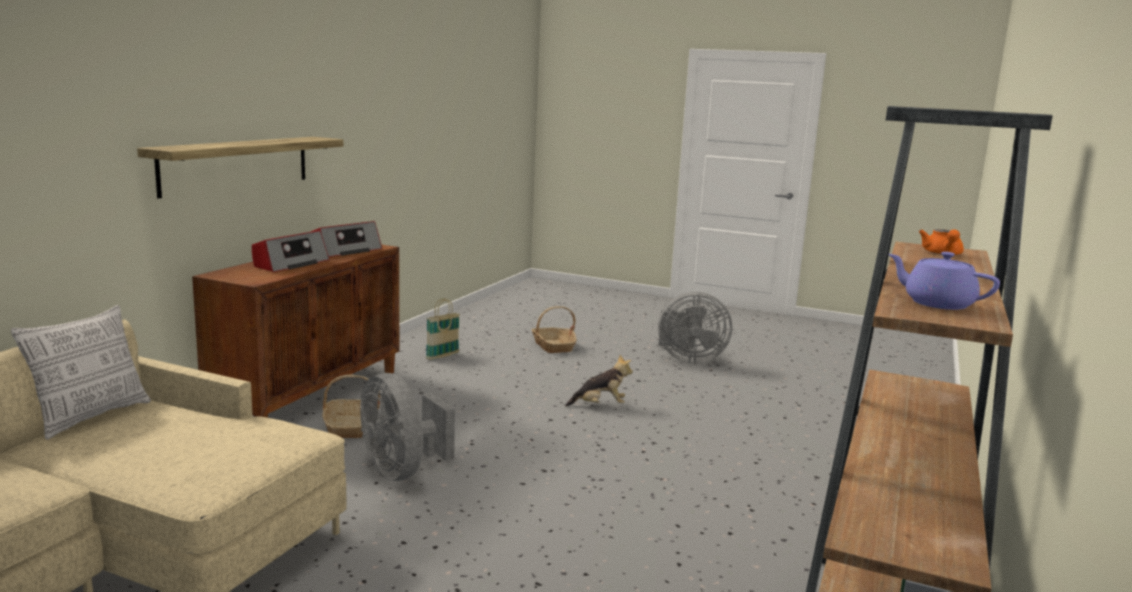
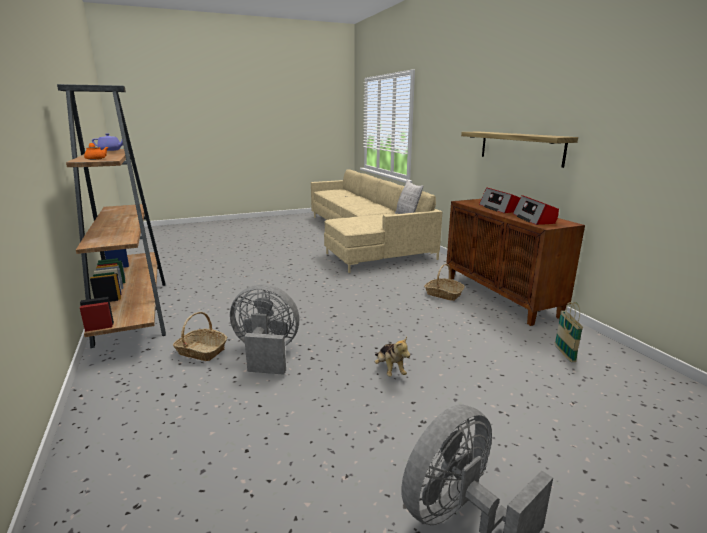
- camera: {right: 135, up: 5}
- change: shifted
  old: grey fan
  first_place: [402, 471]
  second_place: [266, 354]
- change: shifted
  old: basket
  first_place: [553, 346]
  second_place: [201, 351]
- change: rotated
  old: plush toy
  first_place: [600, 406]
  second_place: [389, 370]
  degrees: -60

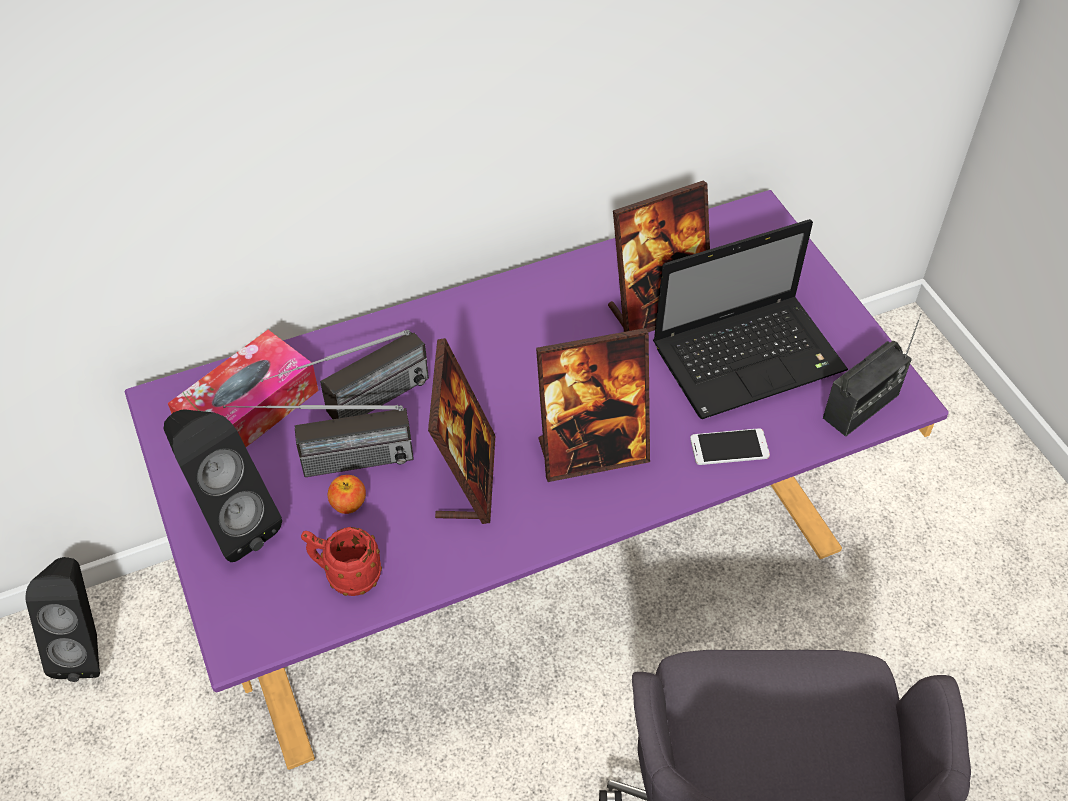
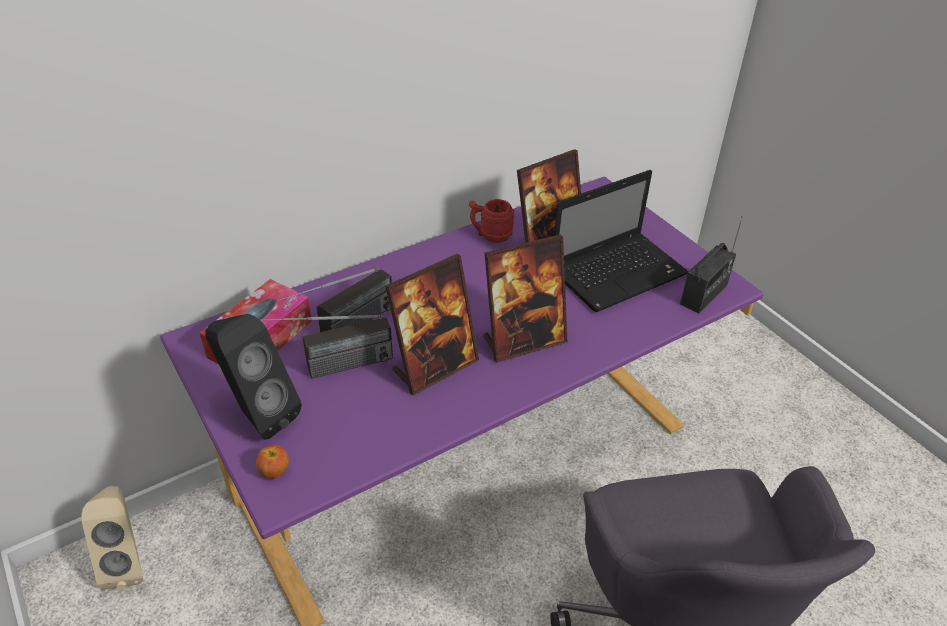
- camera: {right: -10, up: -10}
- change: gone
  old: phone
  first_place: [729, 447]
- change: shifted
  old: red mug
  first_place: [346, 576]
  second_place: [490, 235]
- change: shifted
  old: apple
  first_place: [348, 504]
  second_place: [274, 471]
- change: repainted
  old: black speaker
  new: beige speaker
  first_place: [86, 647]
  second_place: [129, 563]
- change: rotated
  old: picture frame
  first_place: [466, 478]
  second_place: [435, 367]
  degrees: 60

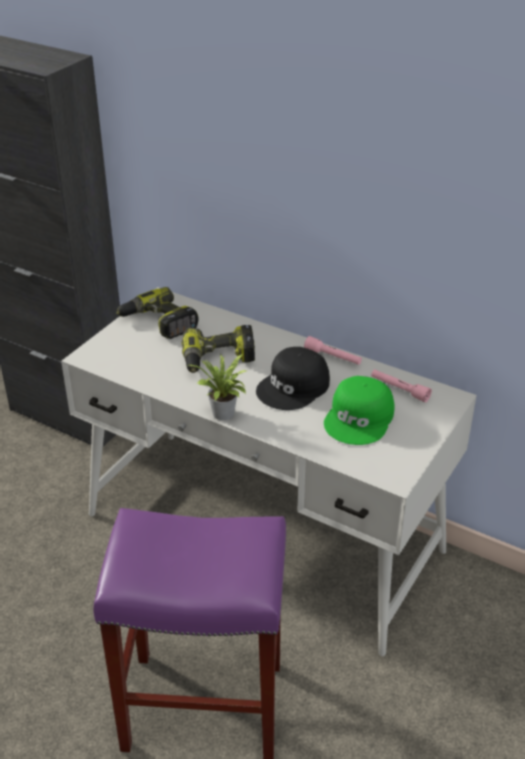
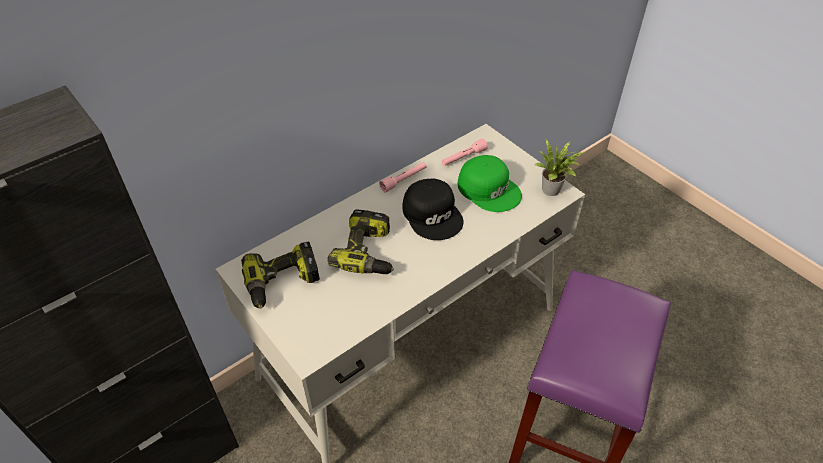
- camera: {right: -70, up: 10}
- change: shifted
  old: potted plant
  first_place: [223, 415]
  second_place: [553, 190]

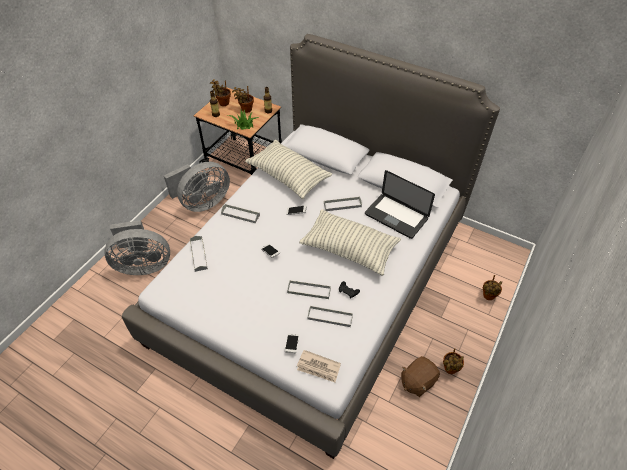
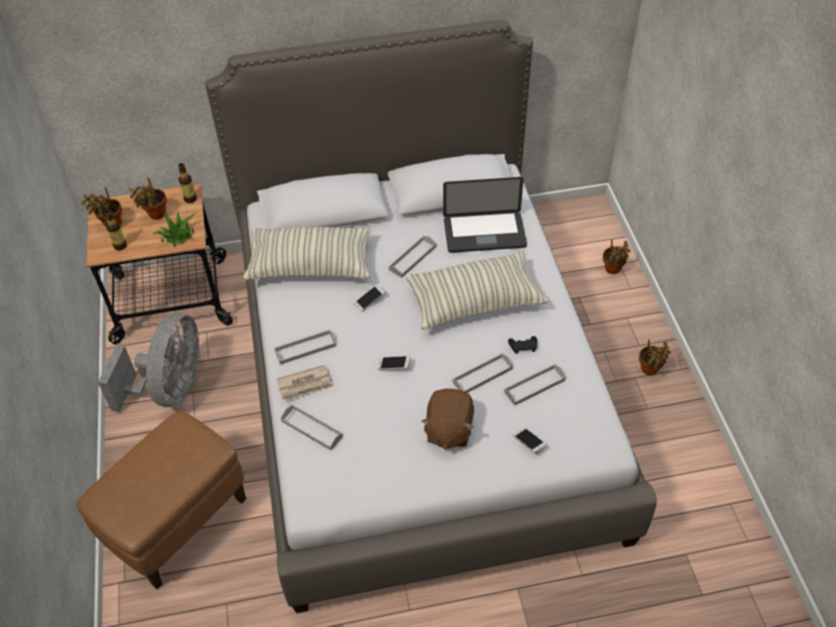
- camera: {right: -40, up: 0}
- change: shifted
  old: newspaper
  first_place: [318, 367]
  second_place: [305, 385]
- change: shifted
  old: brown plush toy
  first_place: [417, 381]
  second_place: [448, 430]
- change: swapped
  old: grey fan
  new: brown ottoman
  first_place: [143, 265]
  second_place: [178, 522]

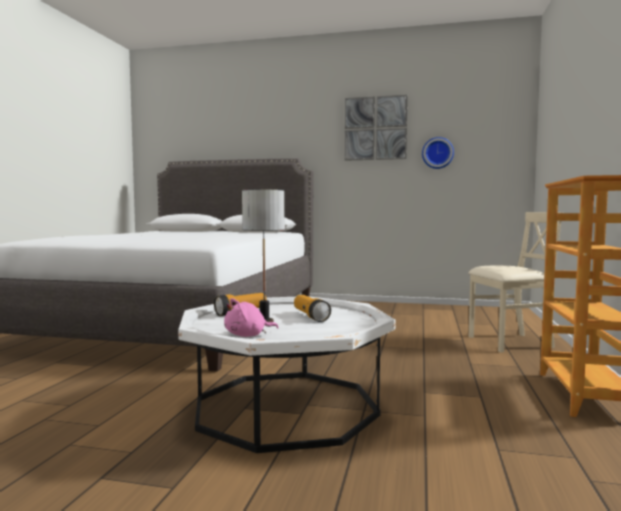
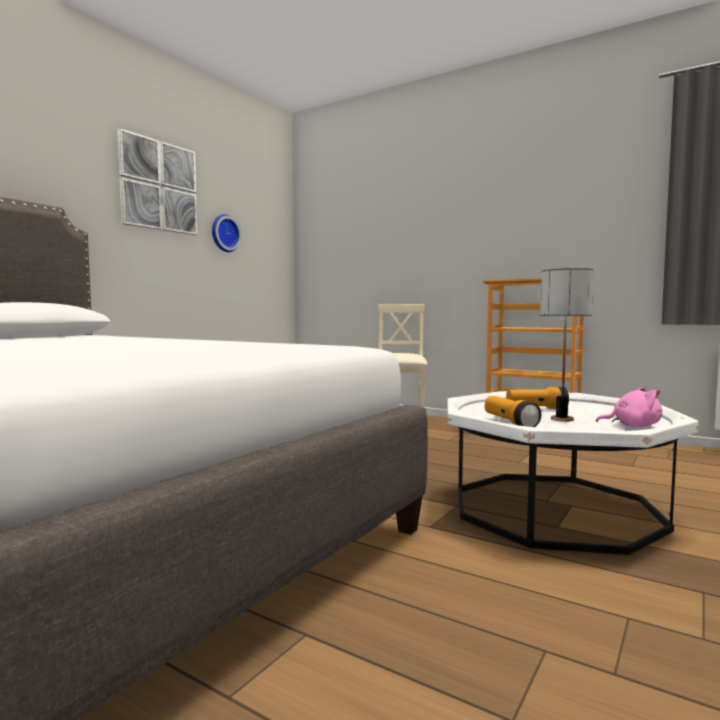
- camera: {right: -70, up: 0}
- change: rotated
  old: pink plush toy
  first_place: [248, 335]
  second_place: [632, 426]
  degrees: -75

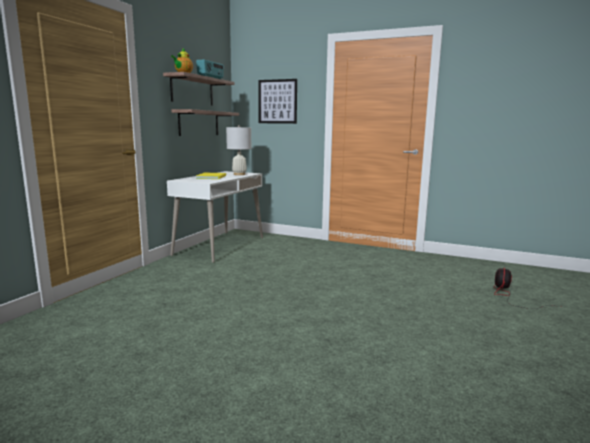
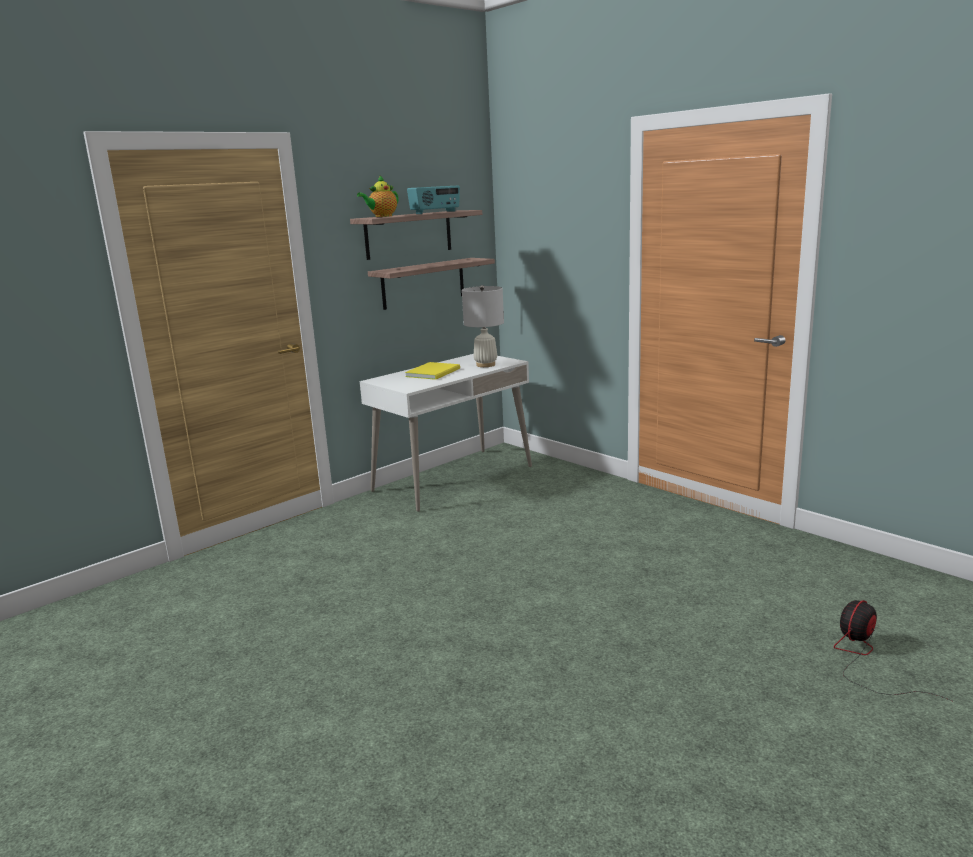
- camera: {right: 25, up: 5}
- change: gone
  old: picture
  first_place: [277, 101]

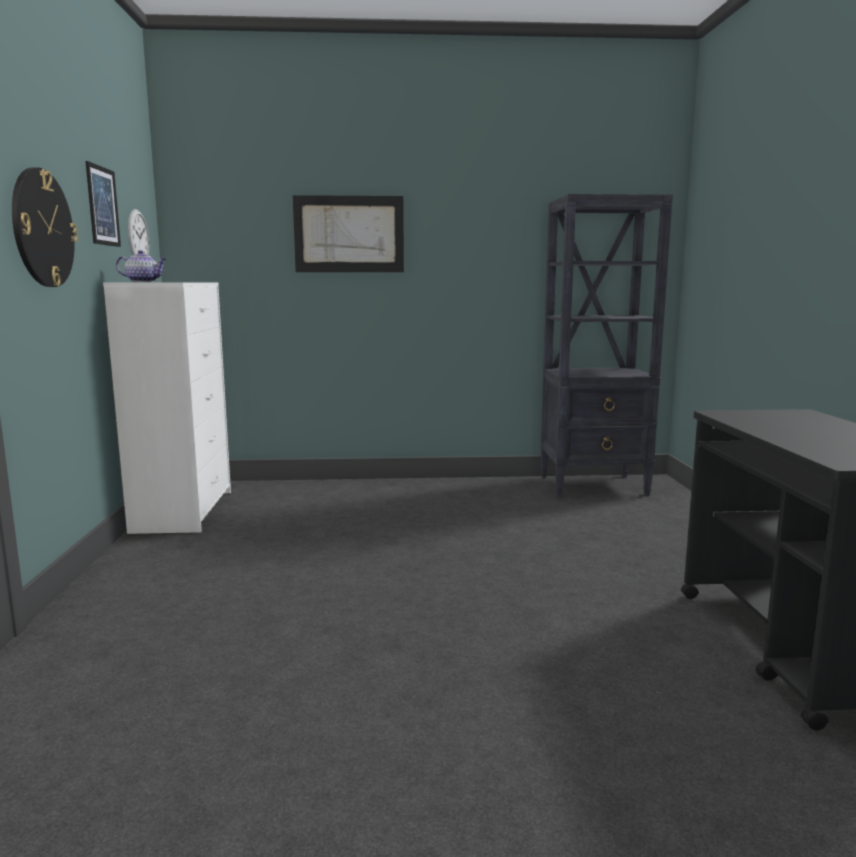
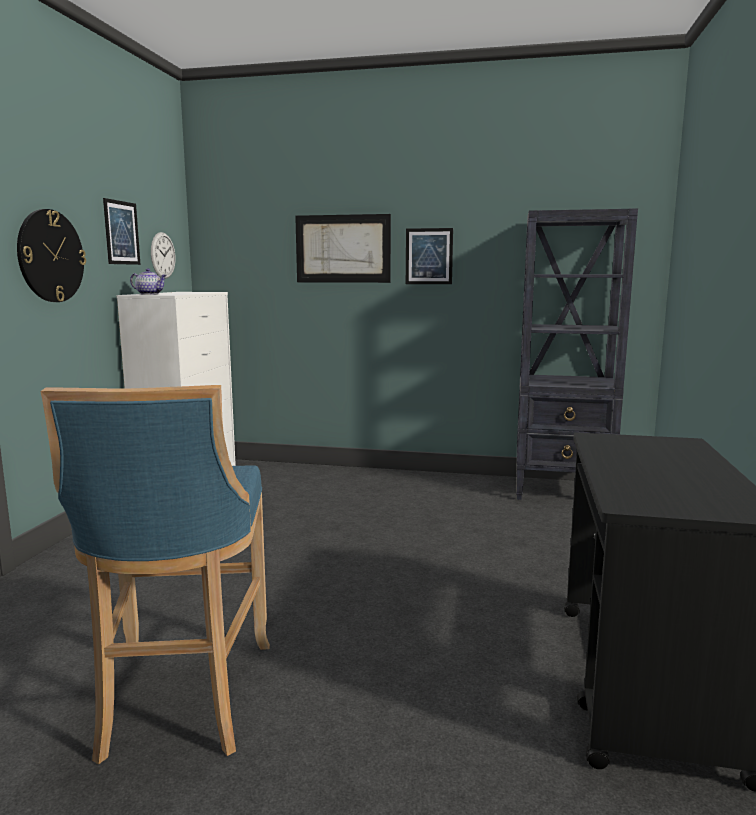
- camera: {right: 15, up: 0}
- change: new
  new: blue stool
  second_place: [182, 702]
- change: new
  new: picture
  second_place: [429, 256]

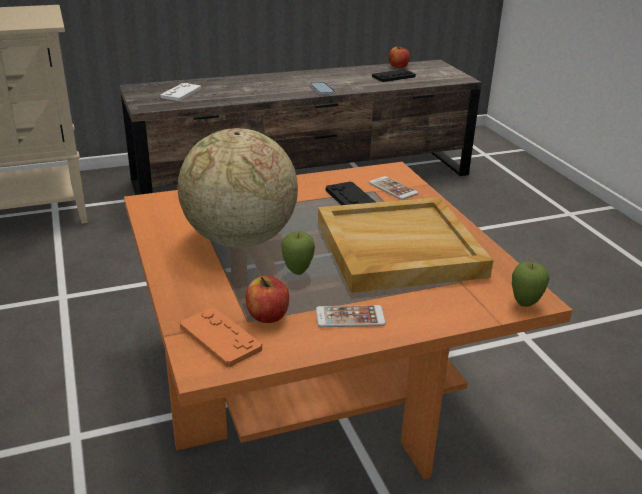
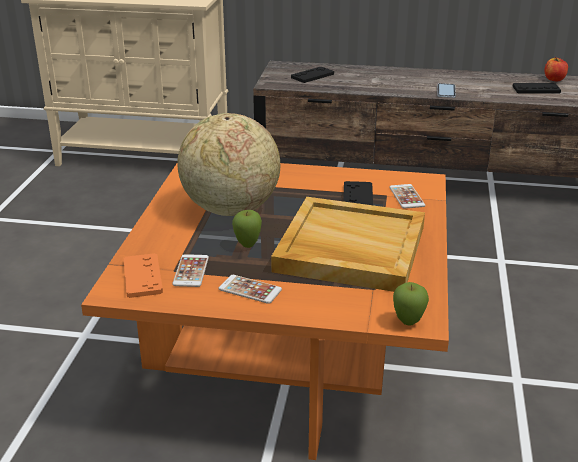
- camera: {right: 30, up: 0}
- change: swapped
  old: apple
  new: phone
  first_place: [267, 316]
  second_place: [191, 271]
- change: repainted
  old: white game controller
  new: black game controller
  first_place: [181, 93]
  second_place: [312, 76]

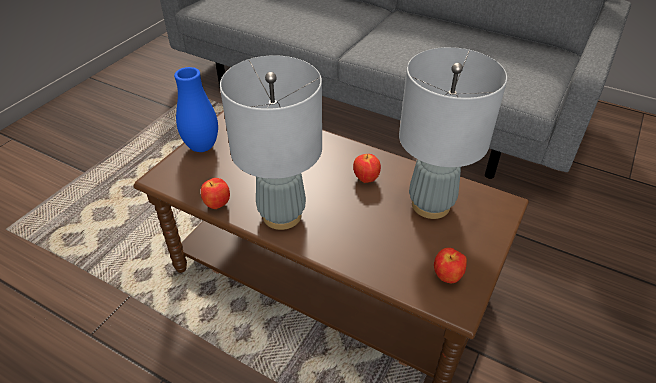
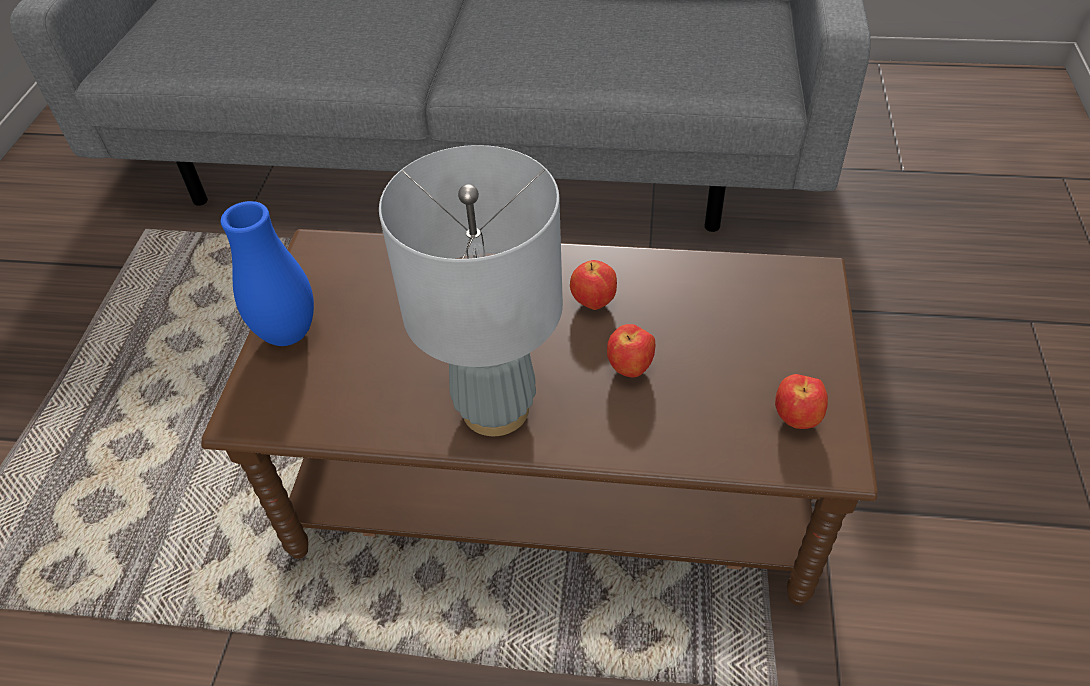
- camera: {right: -20, up: 5}
- change: gone
  old: grey table lamp
  first_place: [431, 205]
- change: shifted
  old: apple
  first_place: [217, 205]
  second_place: [630, 369]

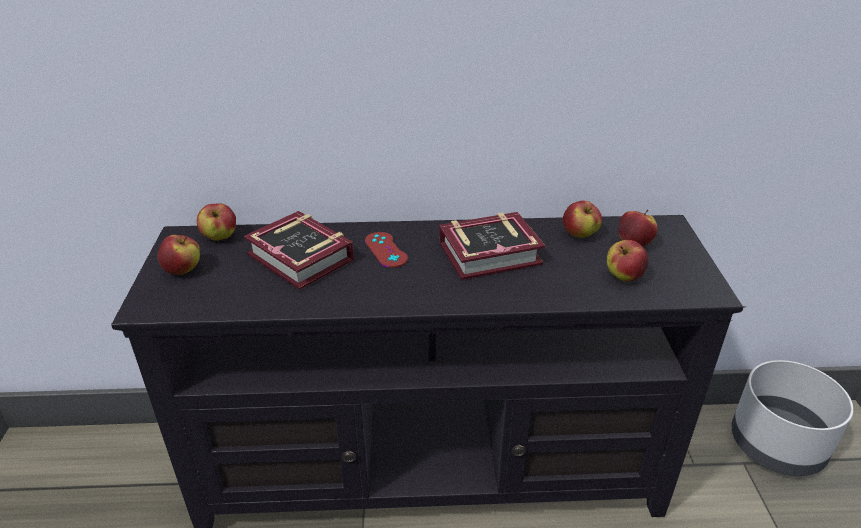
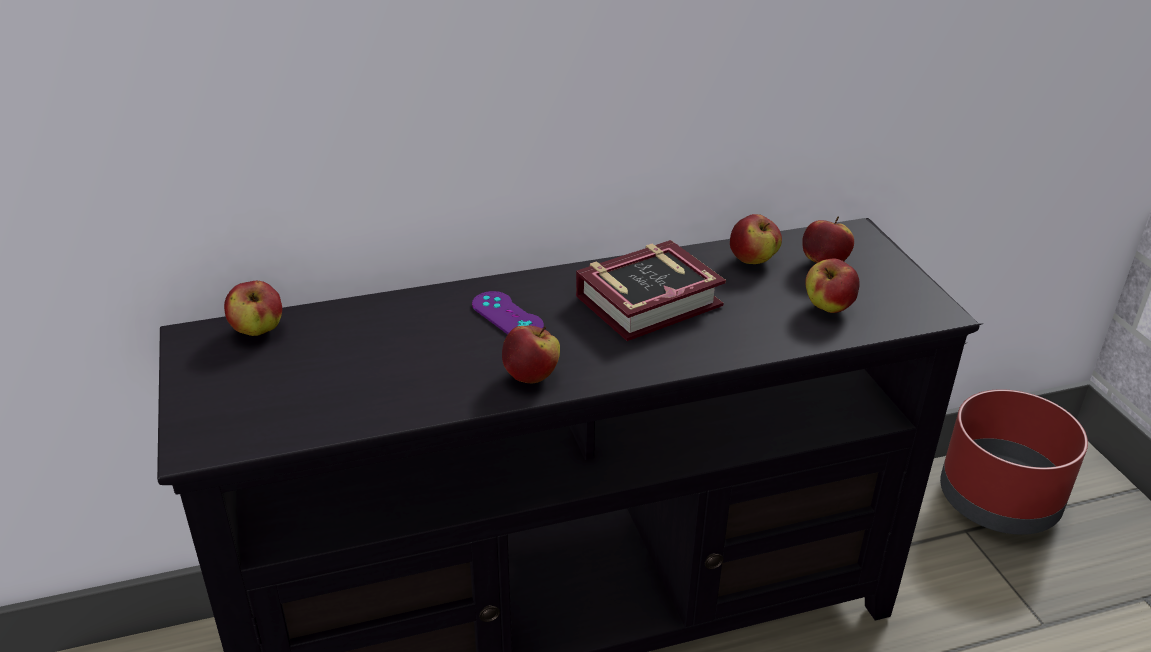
- camera: {right: -15, up: 0}
- change: gone
  old: book
  first_place: [301, 260]
- change: shifted
  old: apple
  first_place: [183, 270]
  second_place: [531, 376]
- change: repainted
  old: red game controller
  new: purple game controller
  first_place: [386, 250]
  second_place: [507, 315]
- change: repainted
  old: grey planter
  new: red planter
  first_place: [777, 444]
  second_place: [999, 500]

